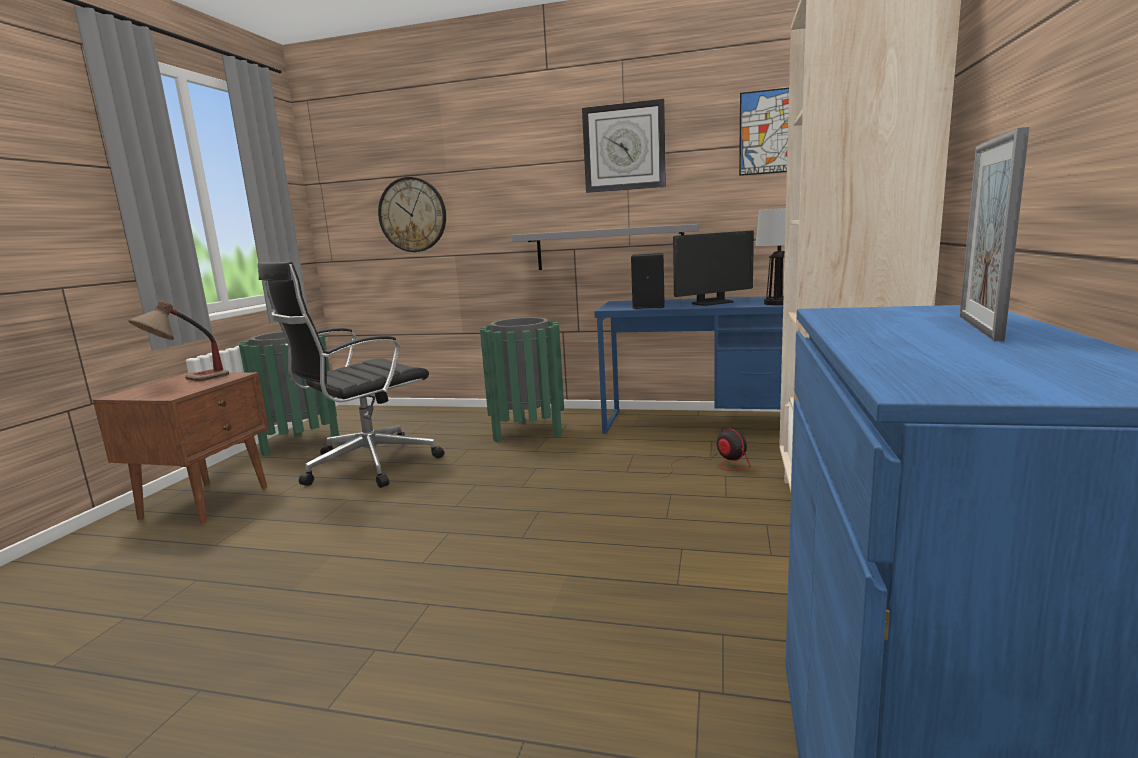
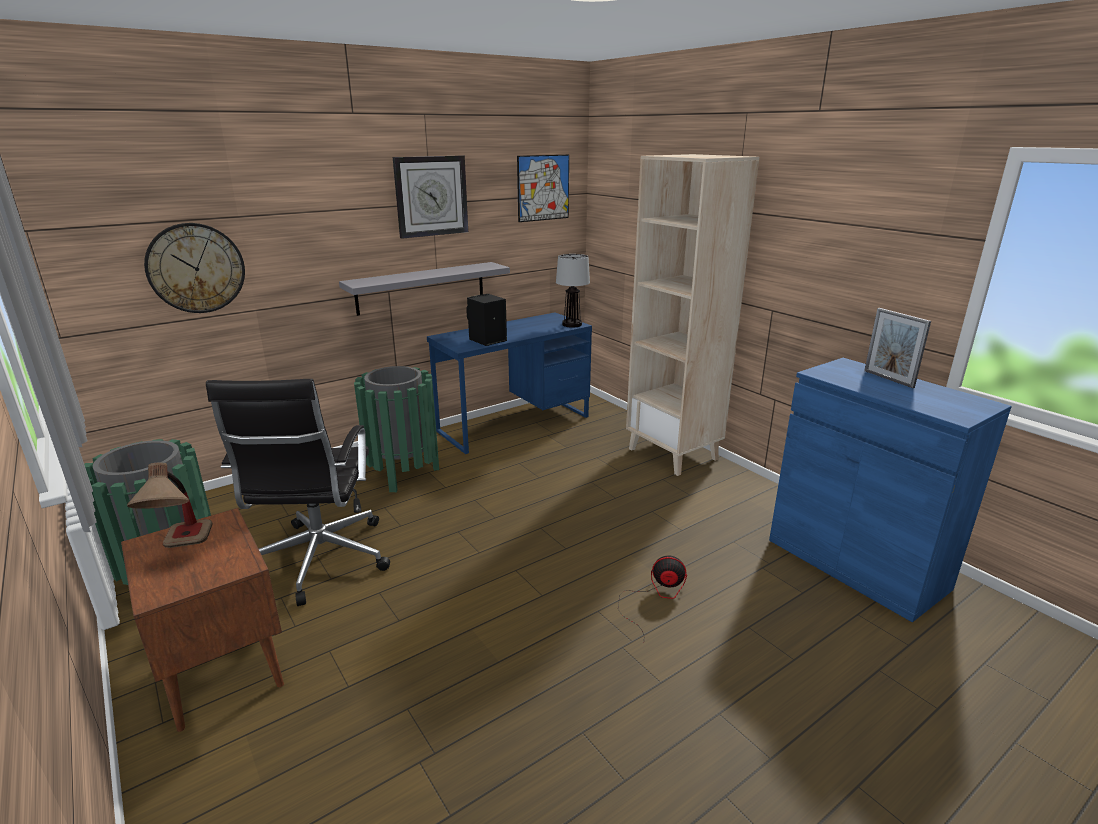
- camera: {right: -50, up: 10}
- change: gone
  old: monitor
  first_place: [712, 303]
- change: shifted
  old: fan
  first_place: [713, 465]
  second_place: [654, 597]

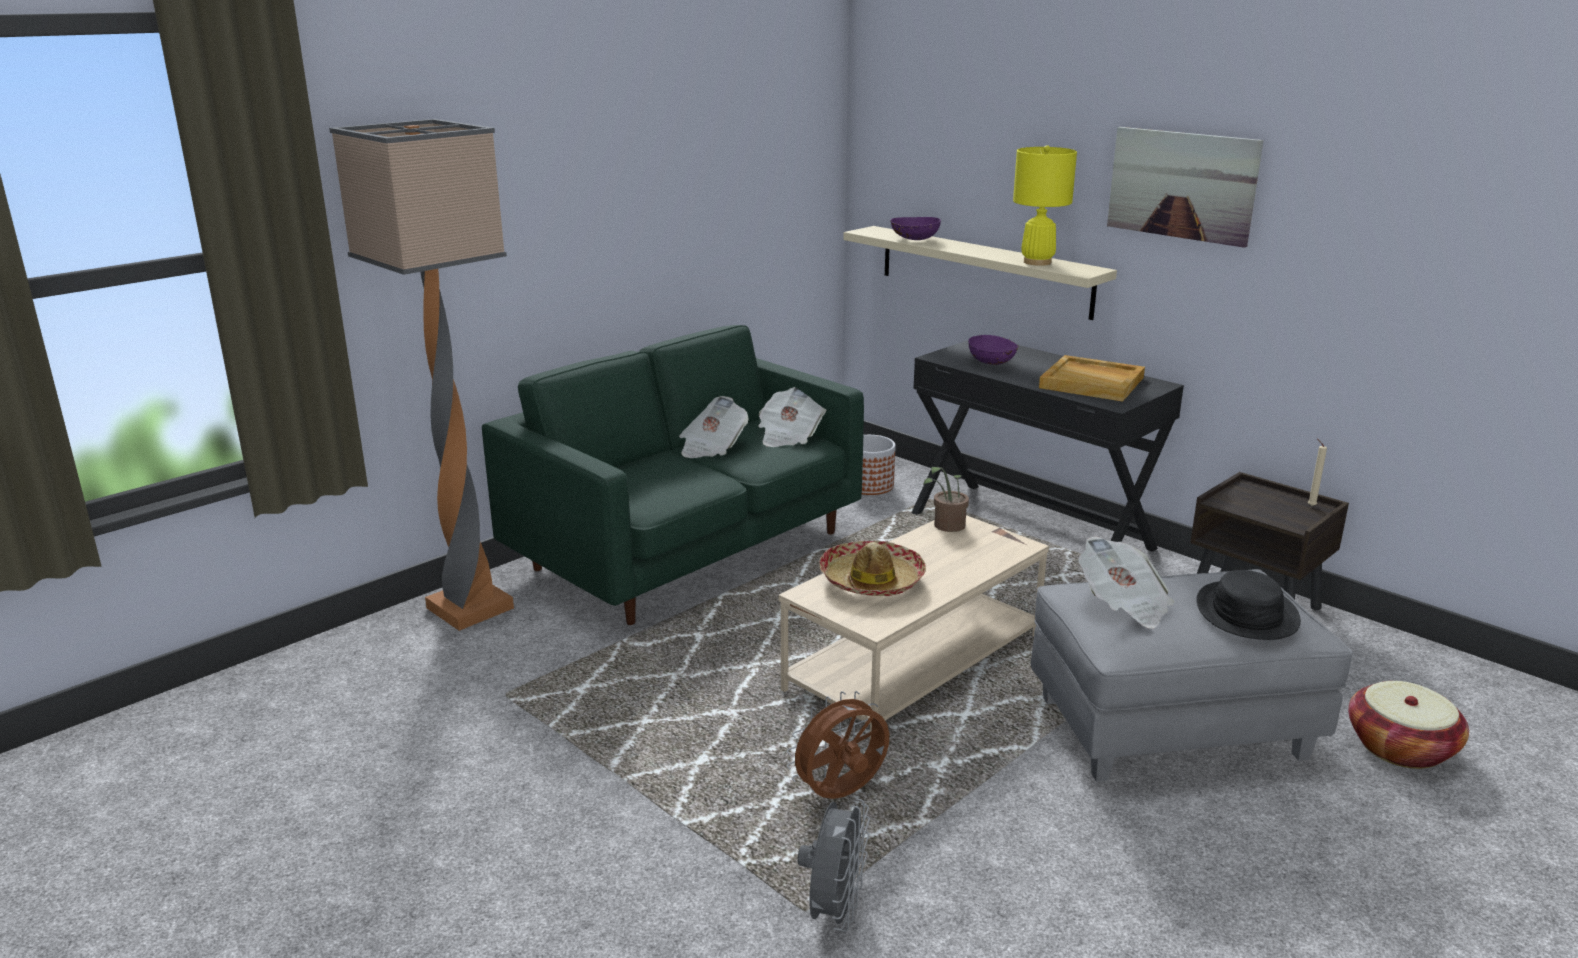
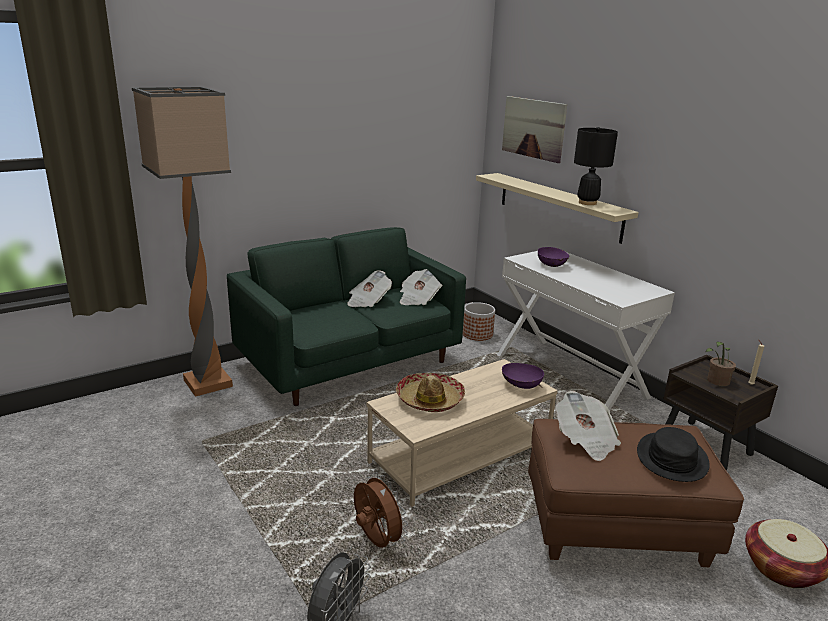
- camera: {right: 10, up: 0}
- change: gone
  old: beige tray
  first_place: [1093, 382]
- change: shifted
  old: purple bowl
  first_place: [914, 239]
  second_place: [520, 385]
- change: shifted
  old: potted plant
  first_place: [946, 526]
  second_place: [716, 381]
- change: shifted
  old: picture
  first_place: [1182, 185]
  second_place: [533, 128]
- change: repainted
  old: black desk
  new: white desk
  first_place: [1031, 530]
  second_place: [570, 375]
- change: repainted
  old: yellow table lamp
  new: black table lamp
  first_place: [1037, 262]
  second_place: [587, 203]
- change: repainted
  old: grey ottoman
  new: brown ottoman
  first_place: [1170, 729]
  second_place: [616, 528]
- change: rotated
  old: brown fan
  first_place: [841, 795]
  second_place: [376, 541]
  degrees: 75

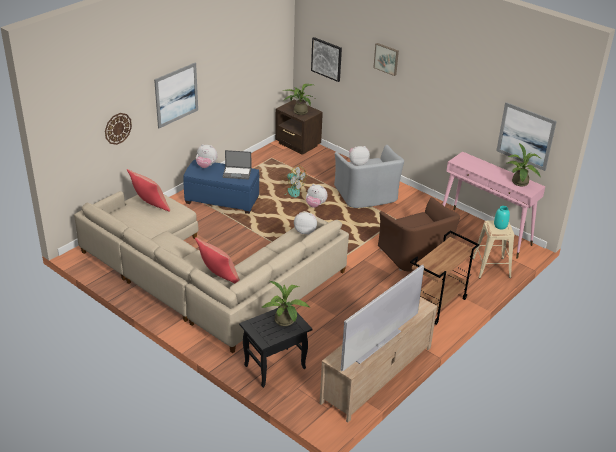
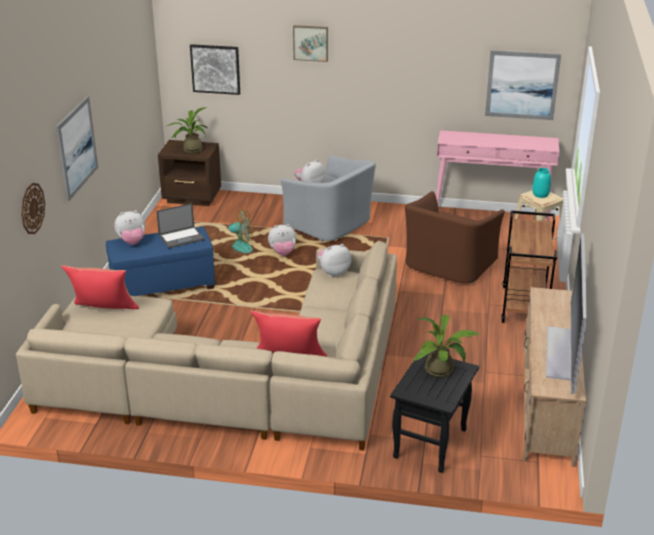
- camera: {right: -30, up: -5}
- change: gone
  old: potted plant
  first_place: [520, 183]
- change: rotated
  old: brown armchair
  first_place: [416, 255]
  second_place: [448, 266]
  degrees: 90

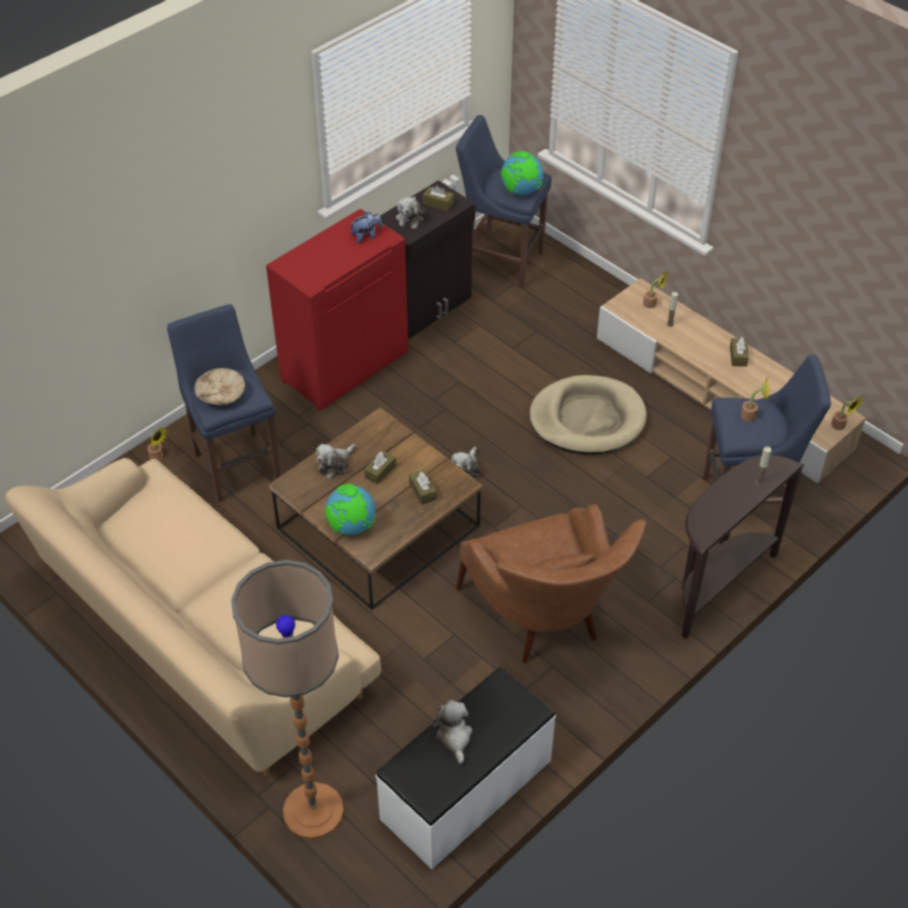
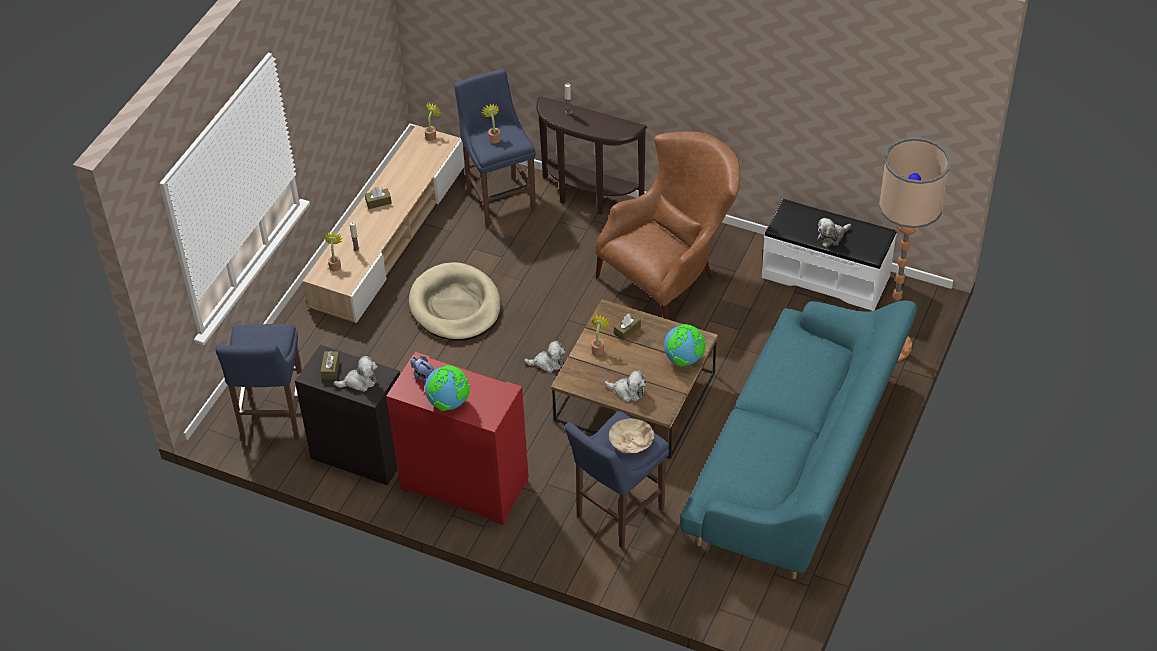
- camera: {right: -110, up: 0}
- change: gone
  old: brown tissue box
  first_place: [380, 471]
- change: shifted
  old: potted plant
  first_place: [158, 457]
  second_place: [598, 348]
- change: shifted
  old: globe
  first_place: [521, 192]
  second_place: [449, 403]
- change: repainted
  old: beige sofa
  new: turquoise sofa
  first_place: [203, 637]
  second_place: [796, 461]

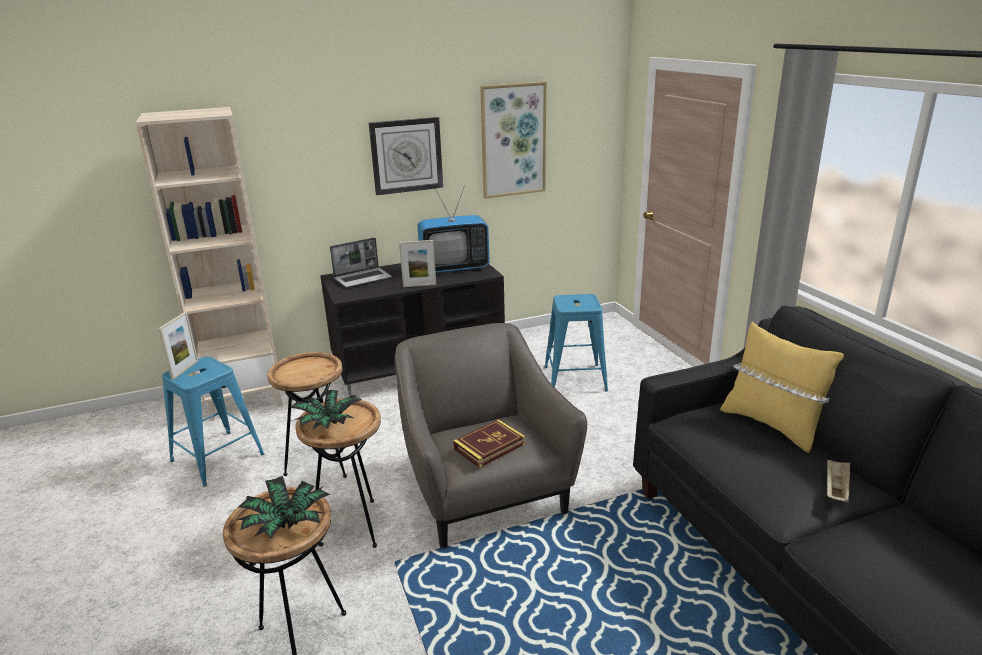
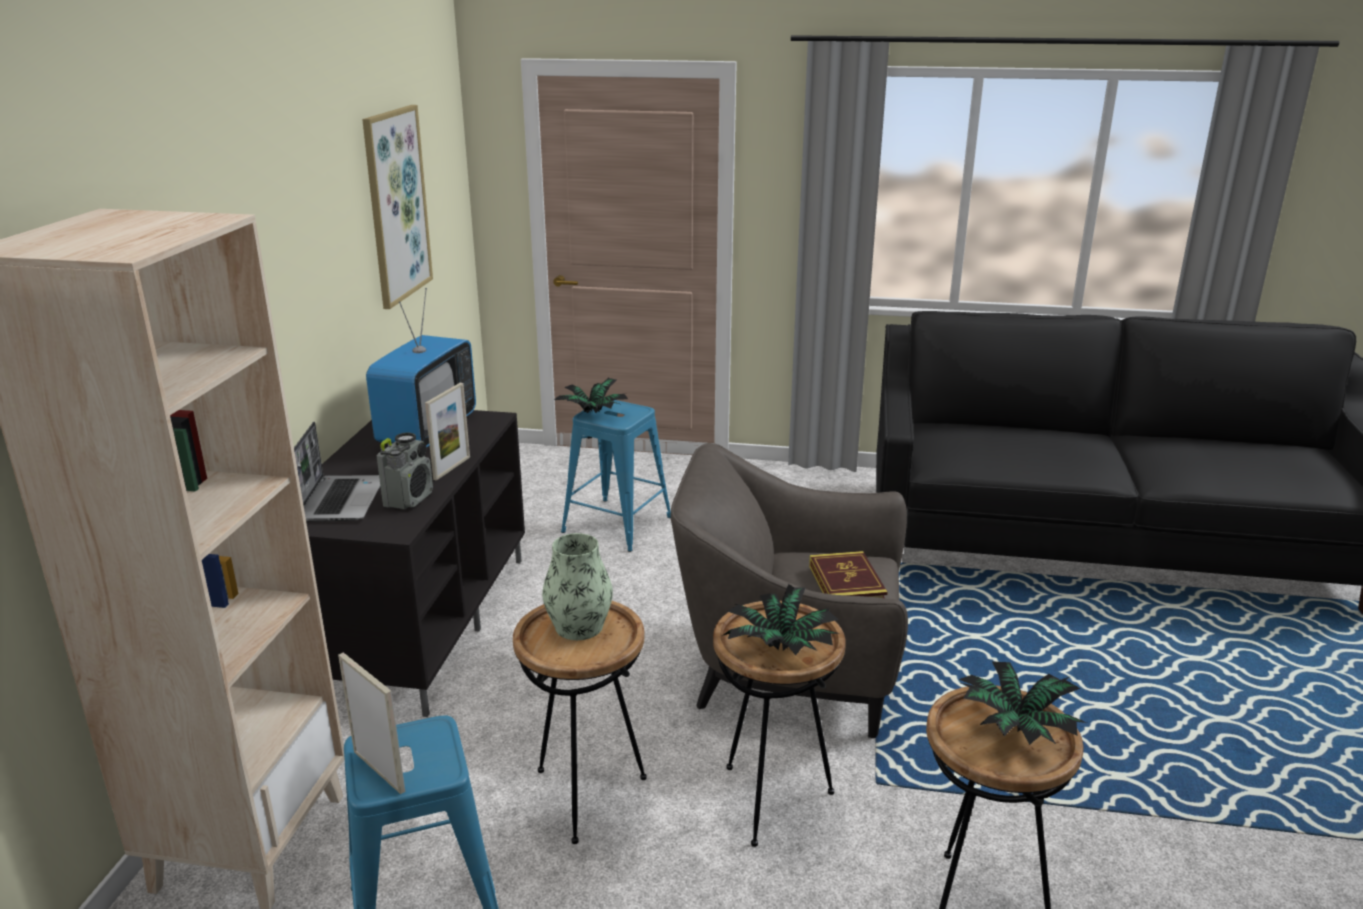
- camera: {right: -60, up: 0}
- change: gone
  old: wall clock
  first_place: [406, 155]
- change: gone
  old: yellow pillow
  first_place: [771, 425]
- change: gone
  old: beige tray
  first_place: [835, 489]
- change: new
  new: radio
  second_place: [409, 499]
- change: new
  new: vase
  second_place: [579, 626]
- change: new
  new: potted plant
  second_place: [592, 414]

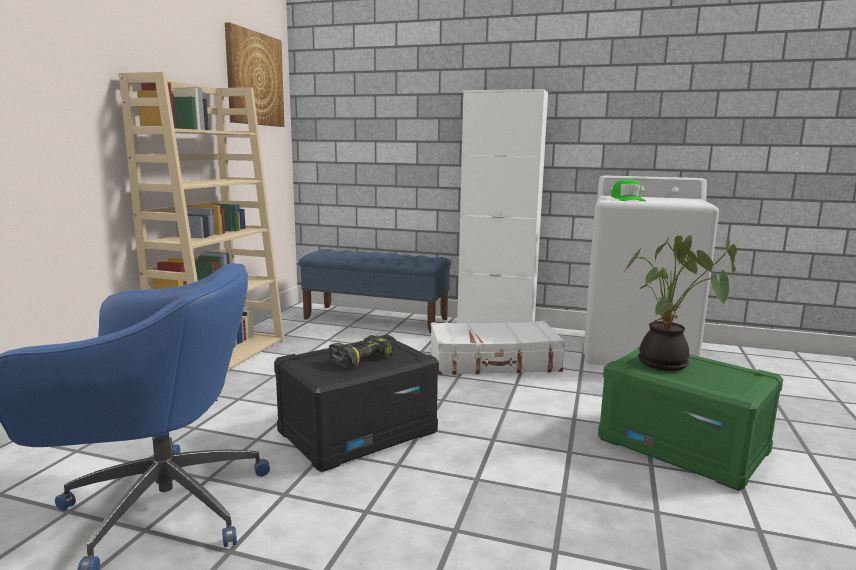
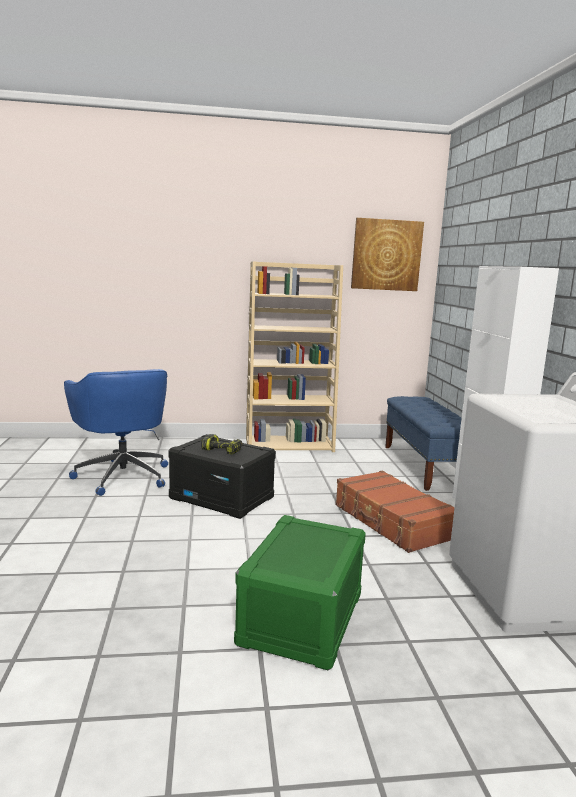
- camera: {right: 65, up: 0}
- change: gone
  old: green cap
  first_place: [627, 199]
- change: gone
  old: potted plant
  first_place: [666, 365]
- change: repainted
  old: white suitcase
  new: brown suitcase
  first_place: [494, 362]
  second_place: [392, 522]

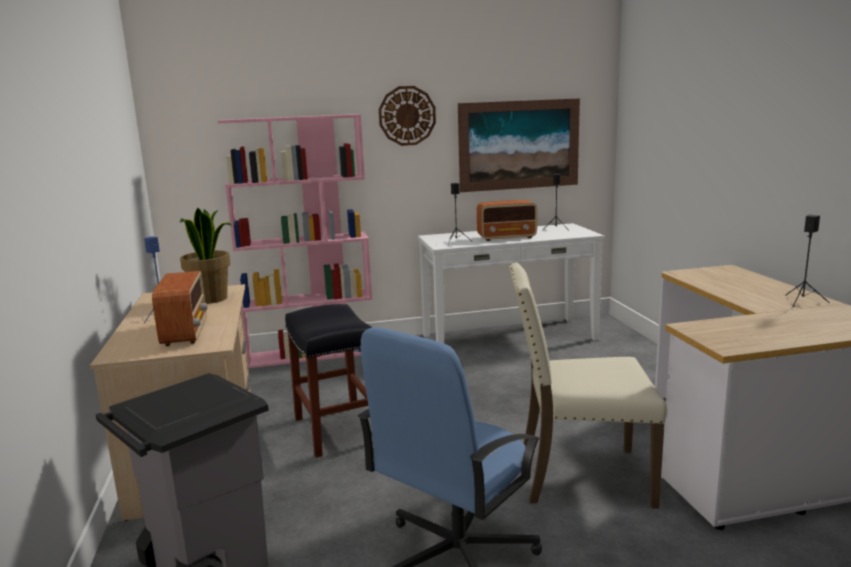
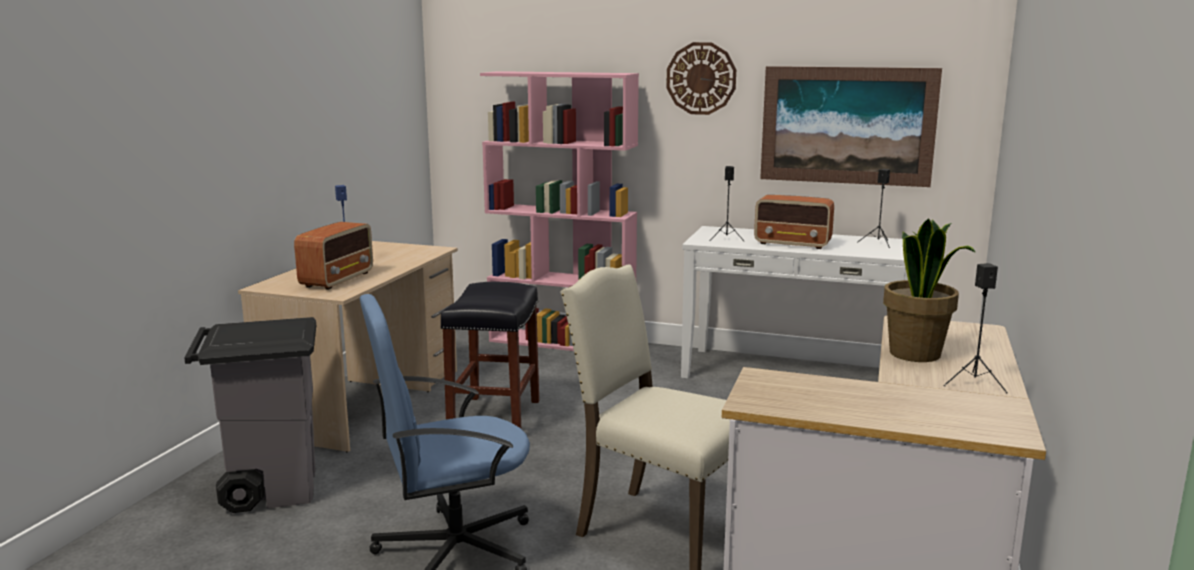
- camera: {right: 30, up: 0}
- change: shifted
  old: potted plant
  first_place: [211, 299]
  second_place: [915, 354]

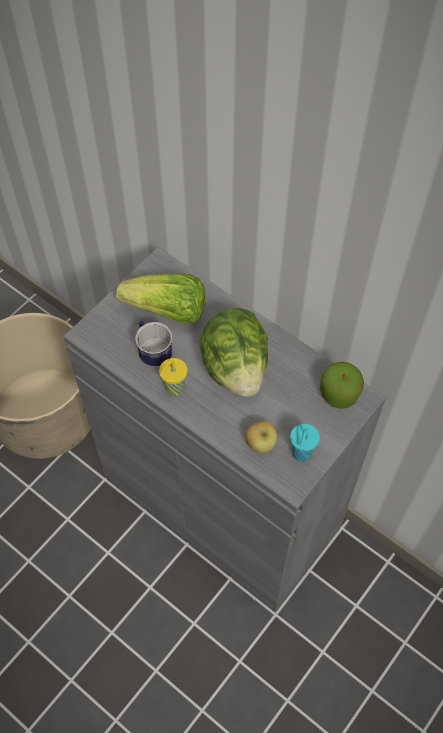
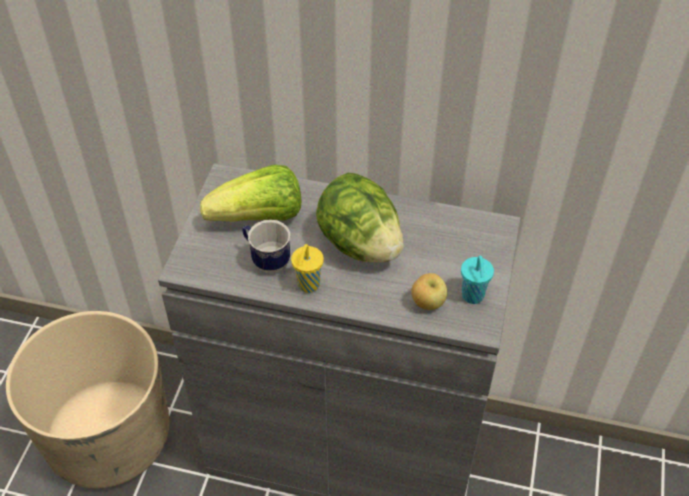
- camera: {right: -25, up: -10}
- change: gone
  old: apple
  first_place: [339, 394]

